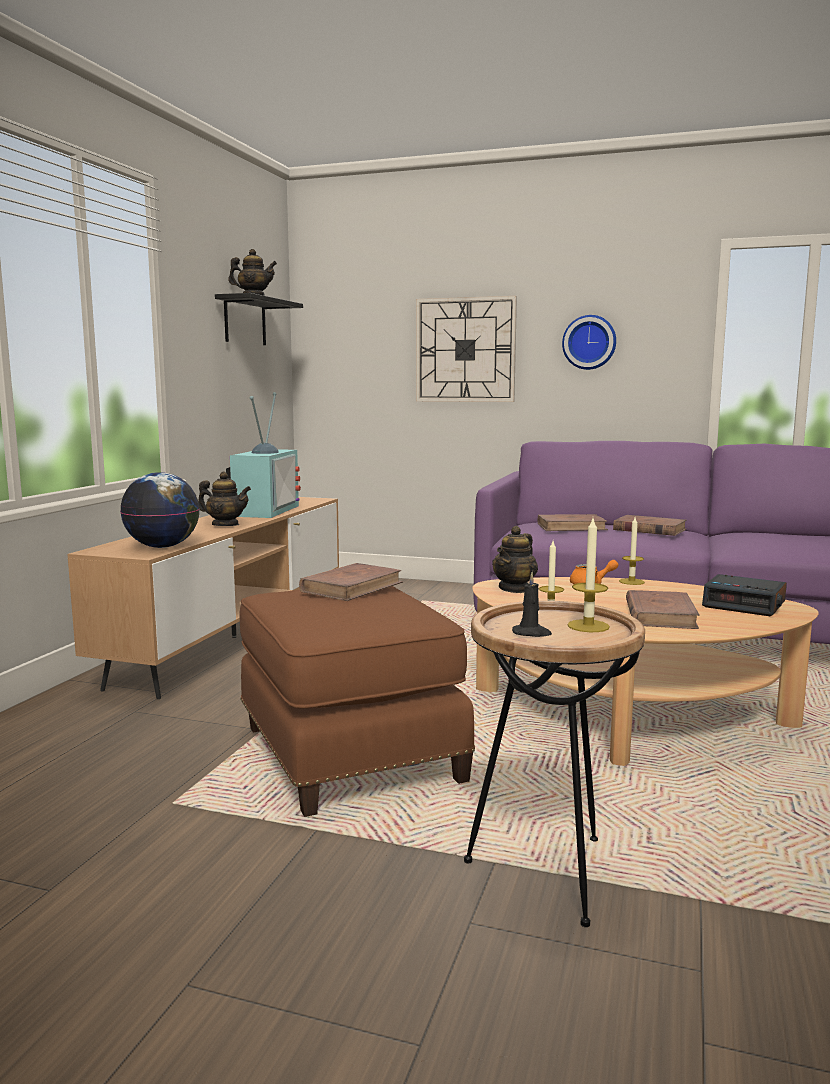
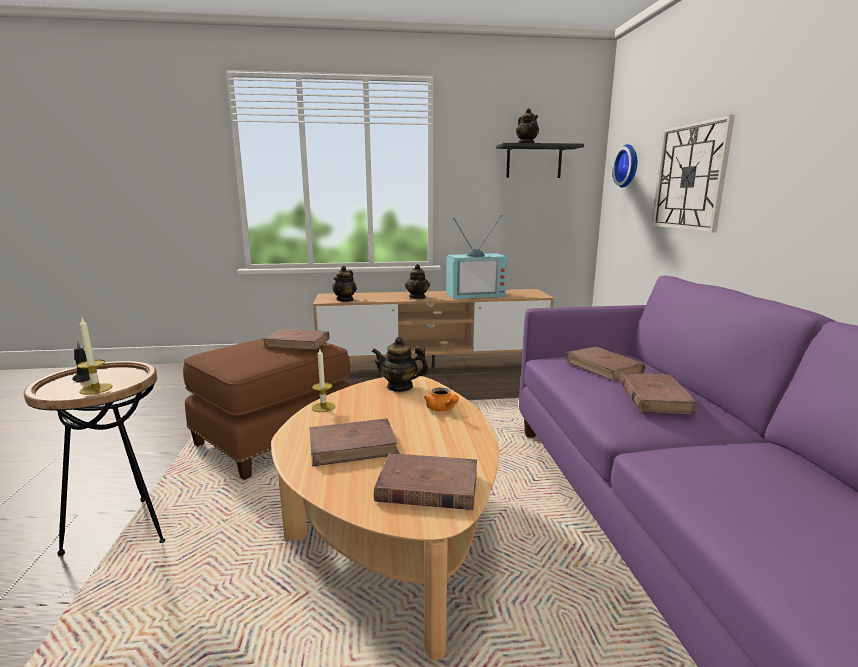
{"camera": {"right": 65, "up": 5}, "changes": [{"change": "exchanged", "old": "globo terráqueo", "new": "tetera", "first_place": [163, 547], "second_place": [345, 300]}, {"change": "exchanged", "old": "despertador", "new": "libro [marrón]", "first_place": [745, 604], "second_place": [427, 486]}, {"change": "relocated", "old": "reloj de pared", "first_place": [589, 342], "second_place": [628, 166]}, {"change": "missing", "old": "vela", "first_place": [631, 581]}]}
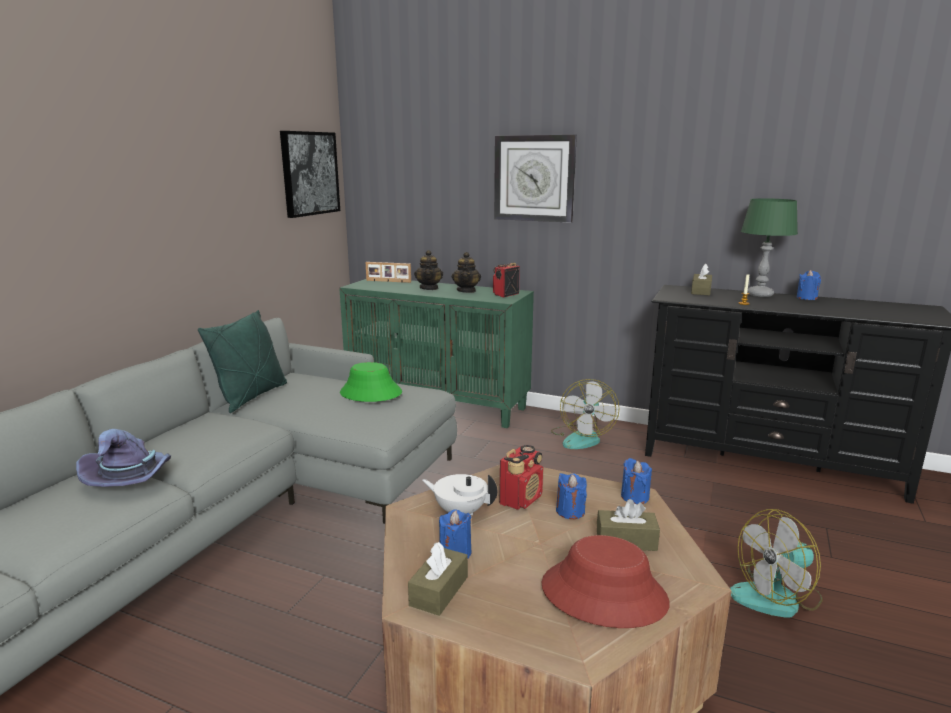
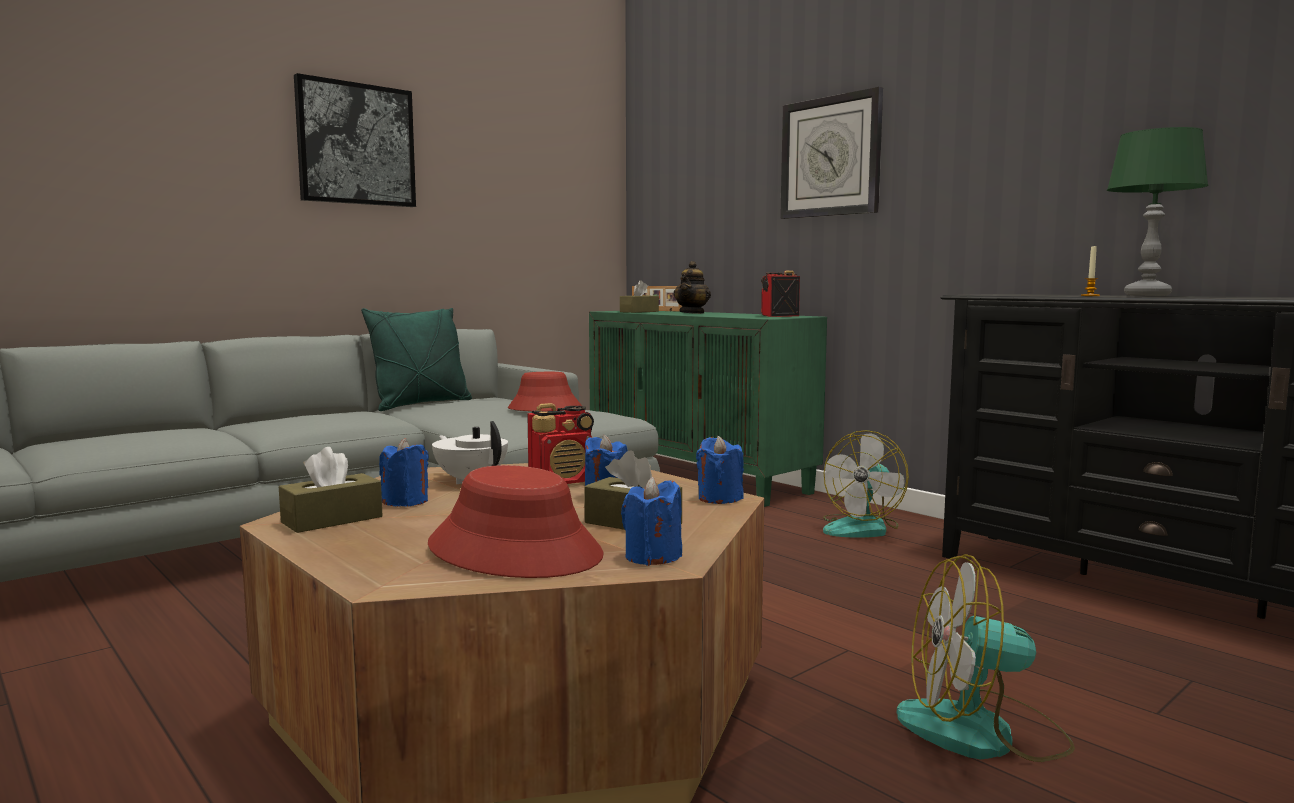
{"camera": {"right": 25, "up": -10}, "changes": [{"change": "relocated", "old": "cuadro", "first_place": [309, 173], "second_place": [356, 144]}, {"change": "colour", "old": "sombrero [verde]", "new": "sombrero [rojo]", "first_place": [370, 393], "second_place": [544, 409]}, {"change": "relocated", "old": "caja de pañuelos [marrón]", "first_place": [701, 291], "second_place": [639, 312]}, {"change": "relocated", "old": "vela [azul]", "first_place": [806, 298], "second_place": [652, 557]}, {"change": "missing", "old": "sombrero [morado]", "first_place": [131, 479]}, {"change": "missing", "old": "tetera", "first_place": [466, 291]}]}
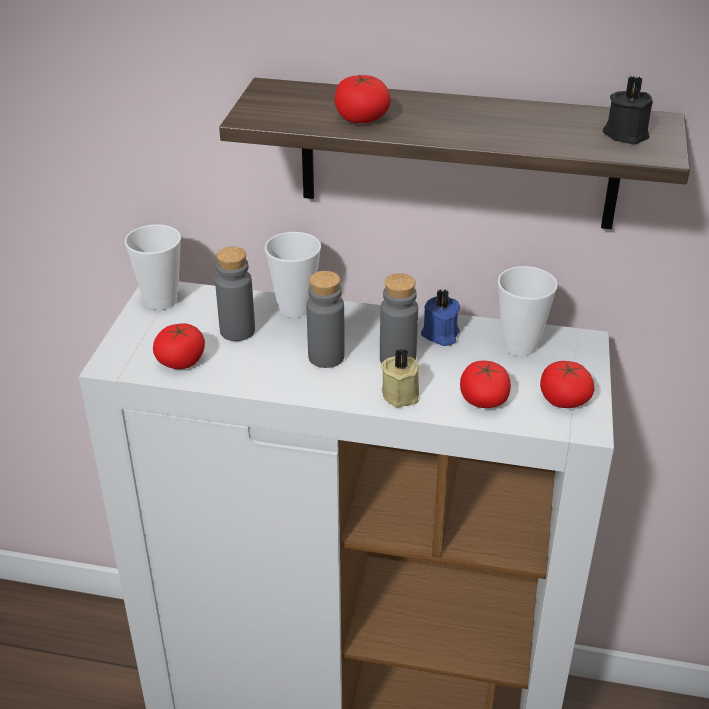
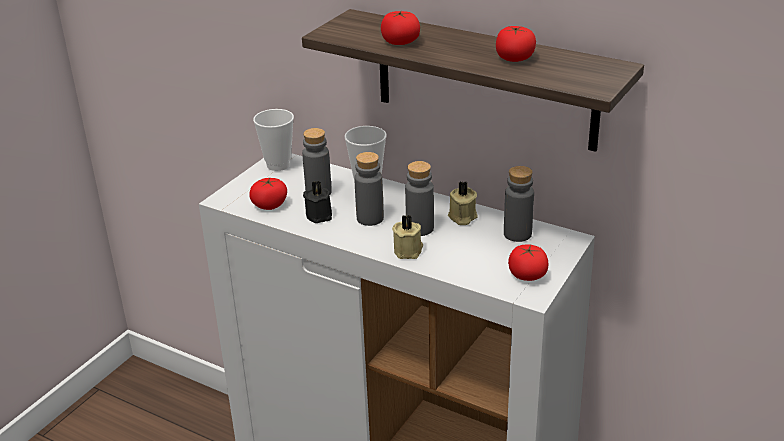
{"camera": {"right": 20, "up": -5}, "changes": [{"change": "relocated", "old": "vela [negro]", "first_place": [626, 134], "second_place": [320, 215]}, {"change": "colour", "old": "vela [azul]", "new": "vela [beis]", "first_place": [440, 335], "second_place": [462, 217]}, {"change": "relocated", "old": "tomate", "first_place": [483, 399], "second_place": [515, 58]}, {"change": "exchanged", "old": "taza", "new": "botella [gris]", "first_place": [520, 346], "second_place": [517, 234]}]}
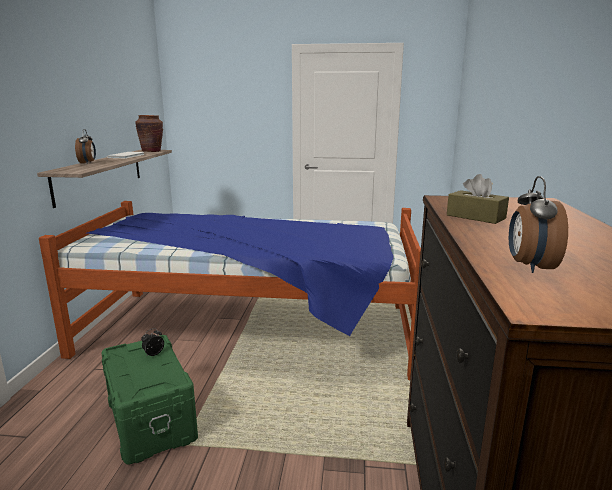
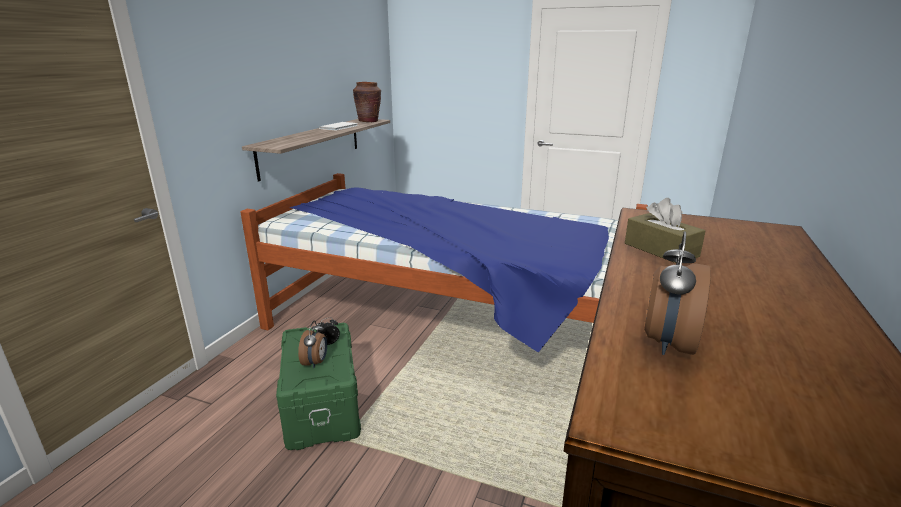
{"camera": {"right": 15, "up": 5}, "changes": [{"change": "relocated", "old": "despertador", "first_place": [88, 163], "second_place": [316, 362]}]}
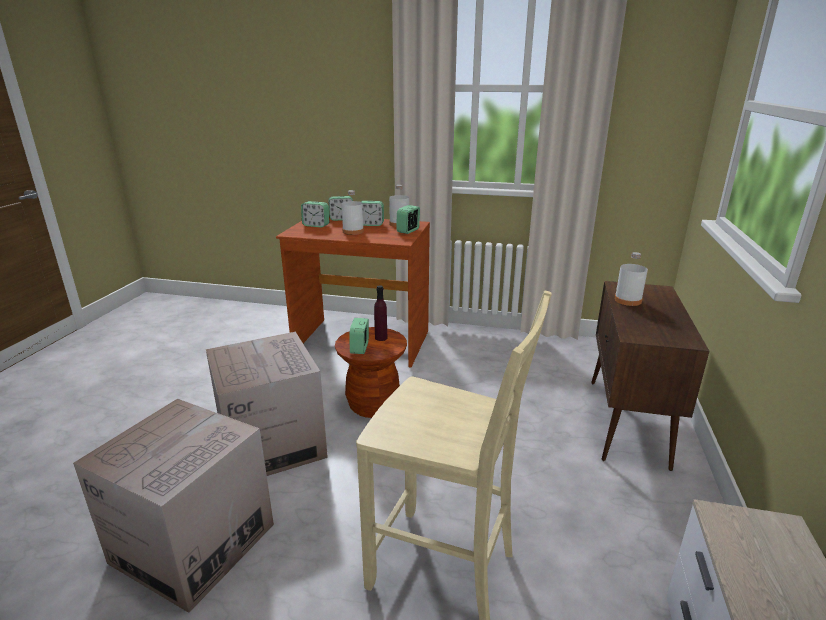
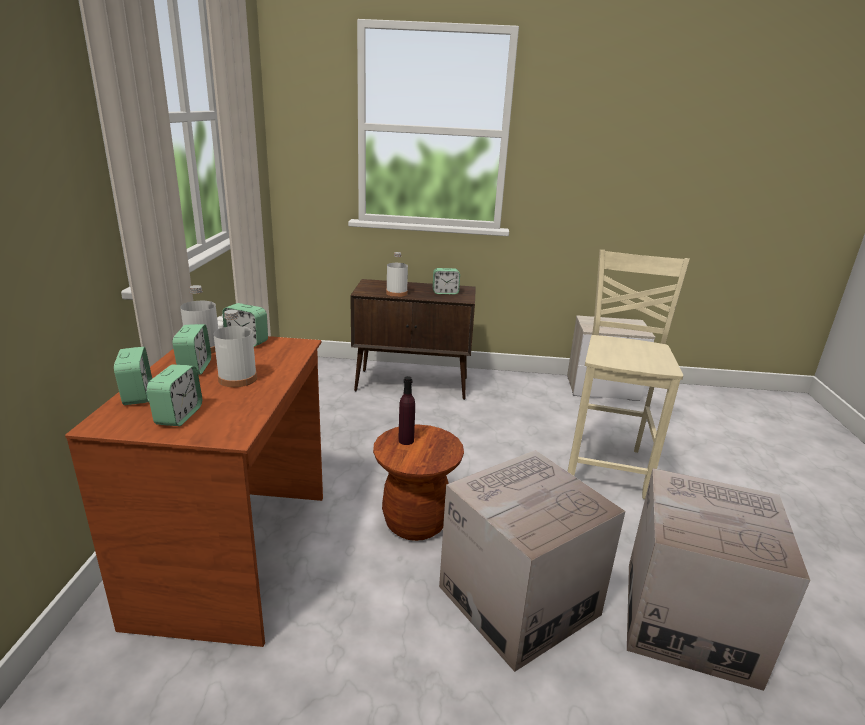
{"camera": {"right": -100, "up": 0}, "changes": [{"change": "relocated", "old": "despertador", "first_place": [360, 348], "second_place": [445, 292]}]}
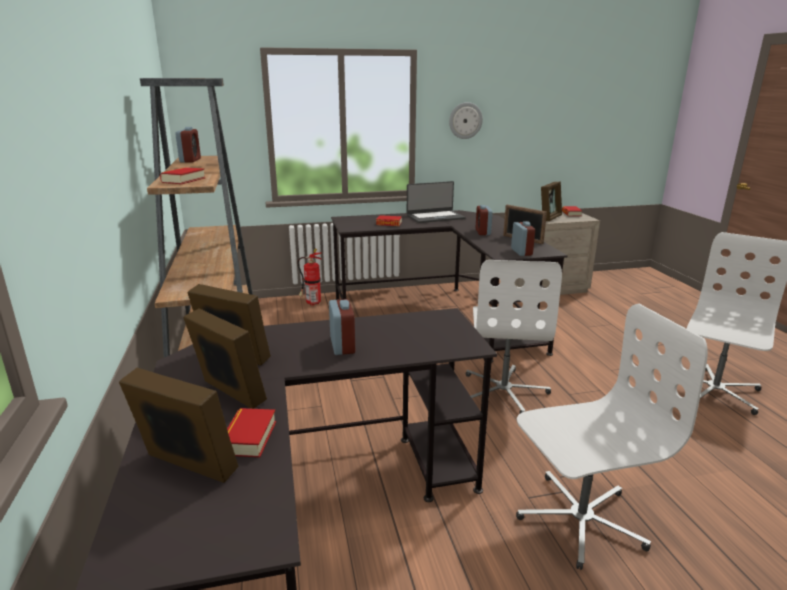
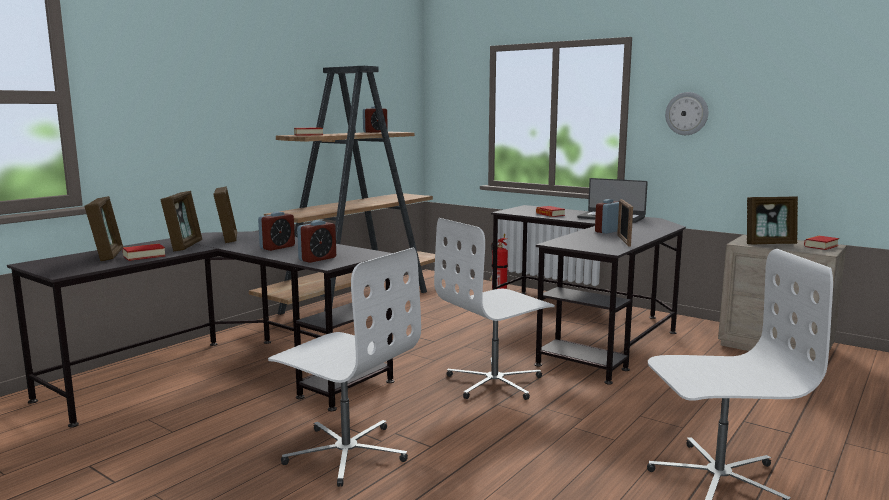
{"camera": {"right": 50, "up": -10}, "changes": [{"change": "relocated", "old": "despertador", "first_place": [521, 252], "second_place": [317, 259]}]}
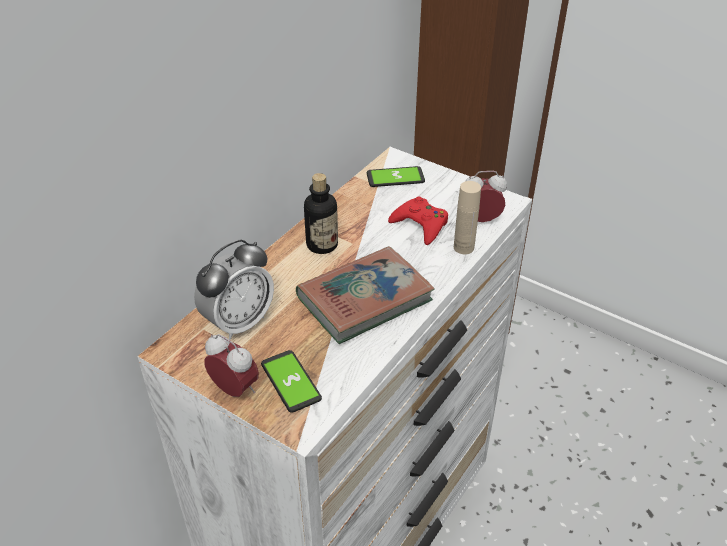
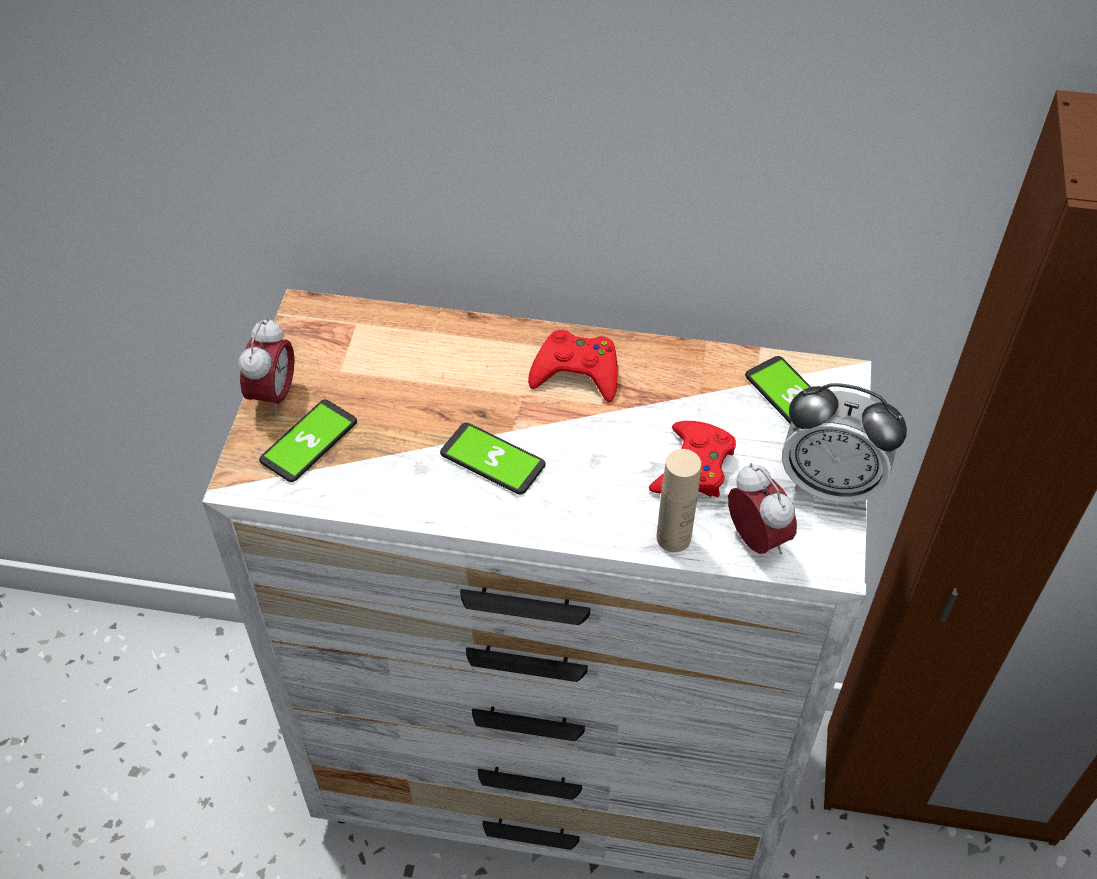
{"camera": {"right": 65, "up": 10}, "changes": [{"change": "exchanged", "old": "libro", "new": "móvil", "first_place": [364, 299], "second_place": [492, 460]}, {"change": "exchanged", "old": "botella", "new": "mando de consola [rojo]", "first_place": [322, 245], "second_place": [576, 372]}, {"change": "relocated", "old": "despertador", "first_place": [239, 322], "second_place": [830, 483]}]}
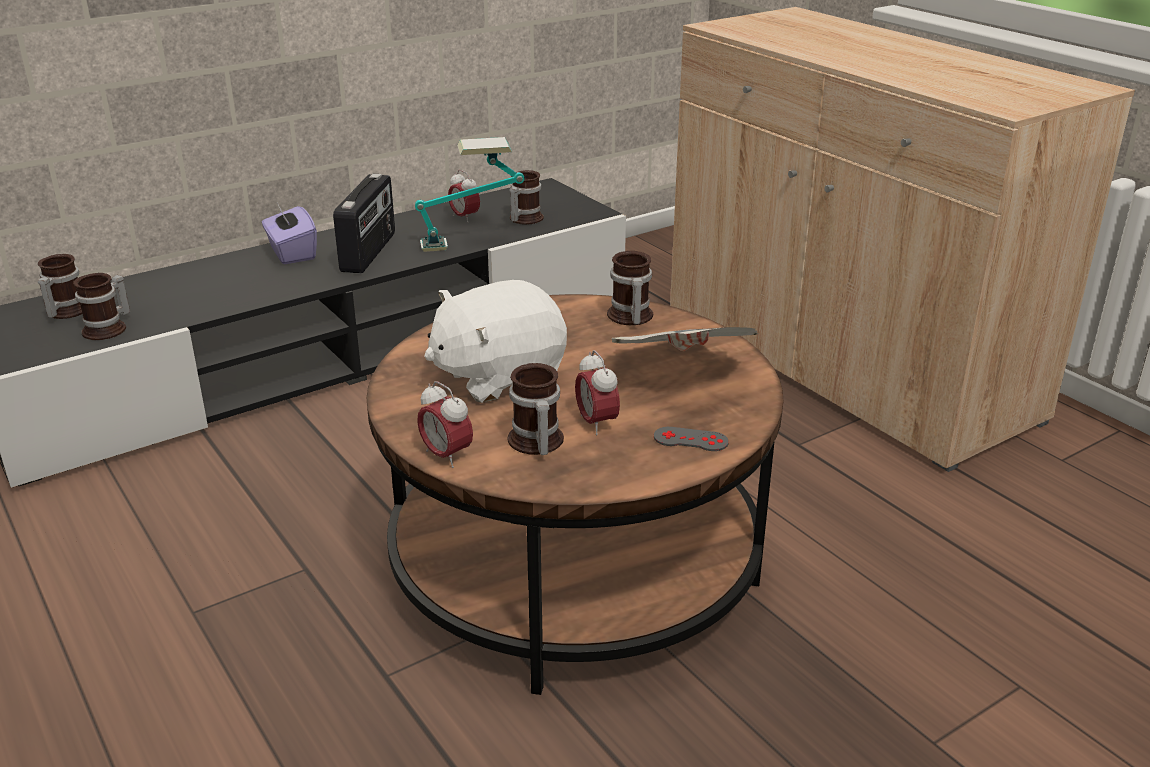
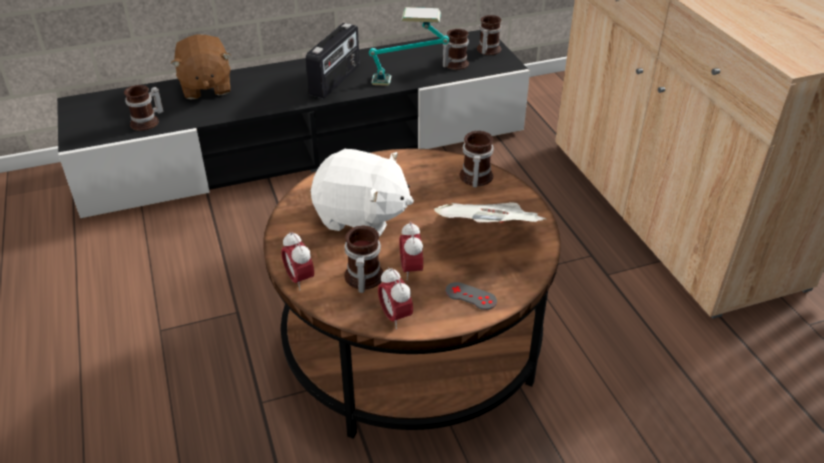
{"camera": {"right": 15, "up": 10}, "changes": [{"change": "appeared", "new": "peluche [marrón]", "second_place": [205, 87]}, {"change": "spun", "old": "peluche [blanco]", "first_place": [498, 376], "second_place": [361, 217], "degrees": -150}, {"change": "relocated", "old": "despertador", "first_place": [464, 217], "second_place": [395, 317]}, {"change": "relocated", "old": "taza grande", "first_place": [64, 311], "second_place": [487, 50]}, {"change": "missing", "old": "caja de pañuelos [morado]", "first_place": [291, 253]}]}
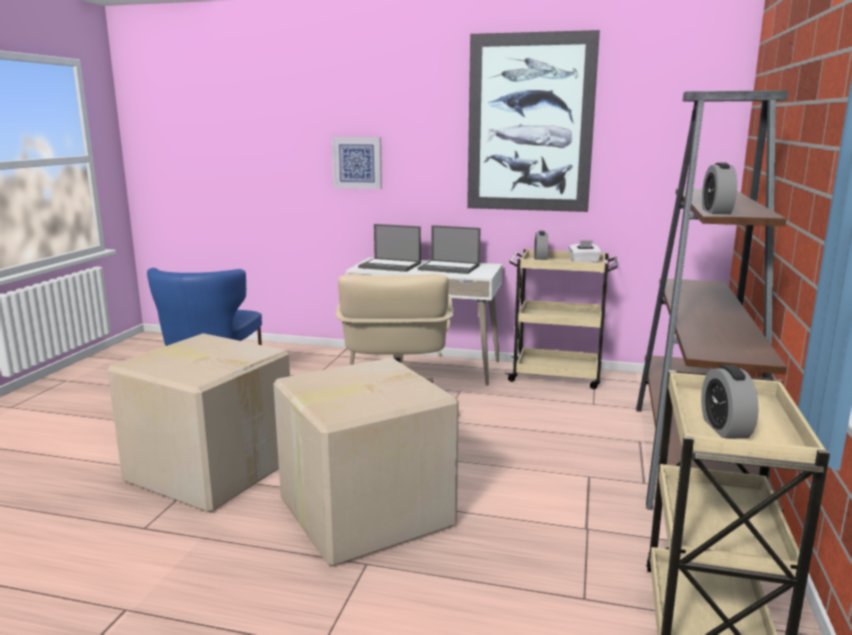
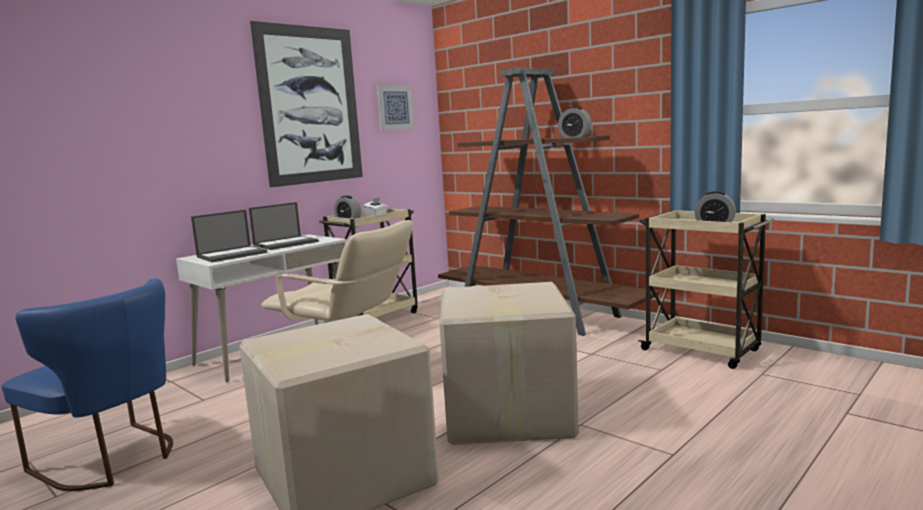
{"camera": {"right": -60, "up": -5}, "changes": [{"change": "relocated", "old": "cuadro", "first_place": [357, 162], "second_place": [394, 107]}]}
